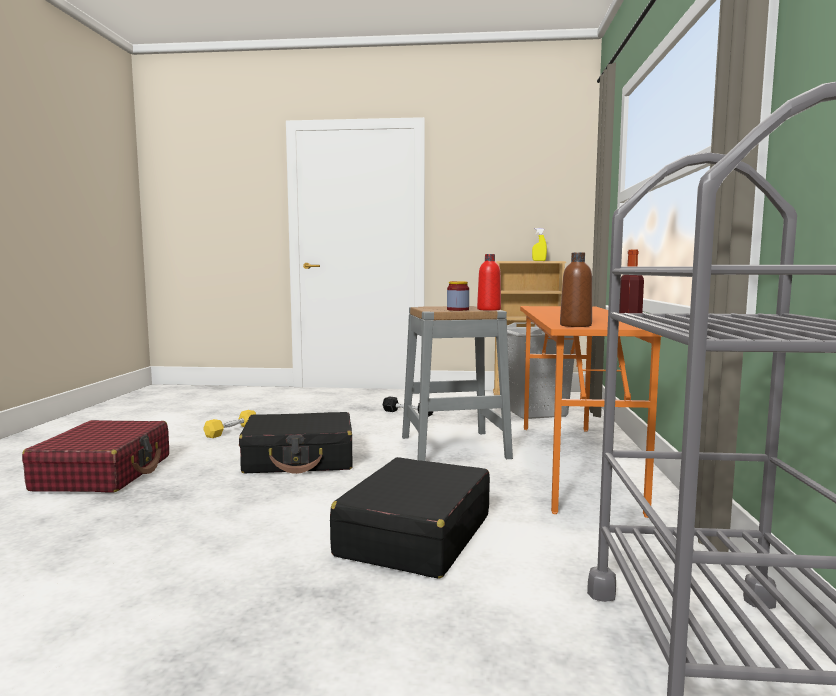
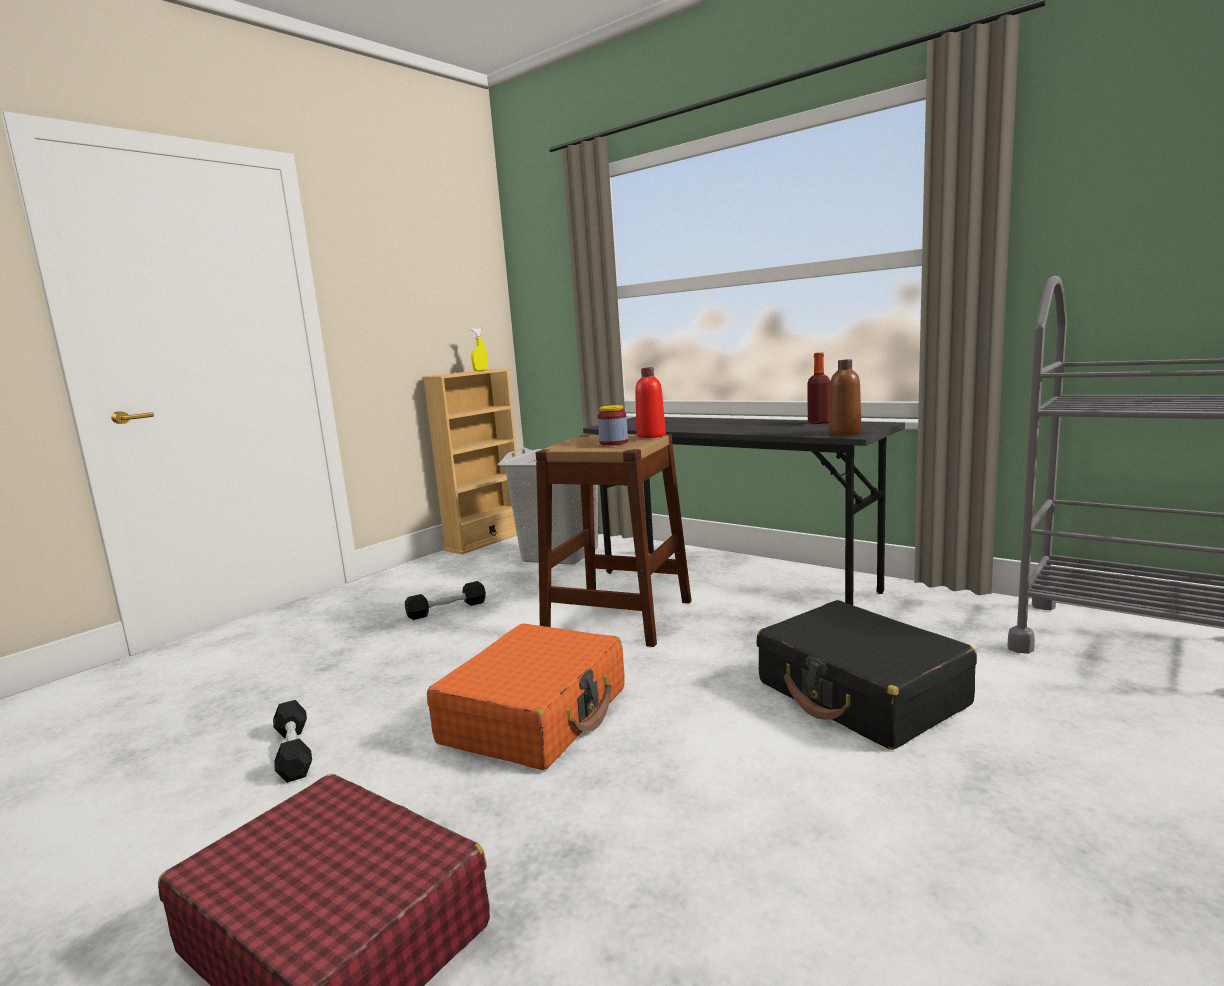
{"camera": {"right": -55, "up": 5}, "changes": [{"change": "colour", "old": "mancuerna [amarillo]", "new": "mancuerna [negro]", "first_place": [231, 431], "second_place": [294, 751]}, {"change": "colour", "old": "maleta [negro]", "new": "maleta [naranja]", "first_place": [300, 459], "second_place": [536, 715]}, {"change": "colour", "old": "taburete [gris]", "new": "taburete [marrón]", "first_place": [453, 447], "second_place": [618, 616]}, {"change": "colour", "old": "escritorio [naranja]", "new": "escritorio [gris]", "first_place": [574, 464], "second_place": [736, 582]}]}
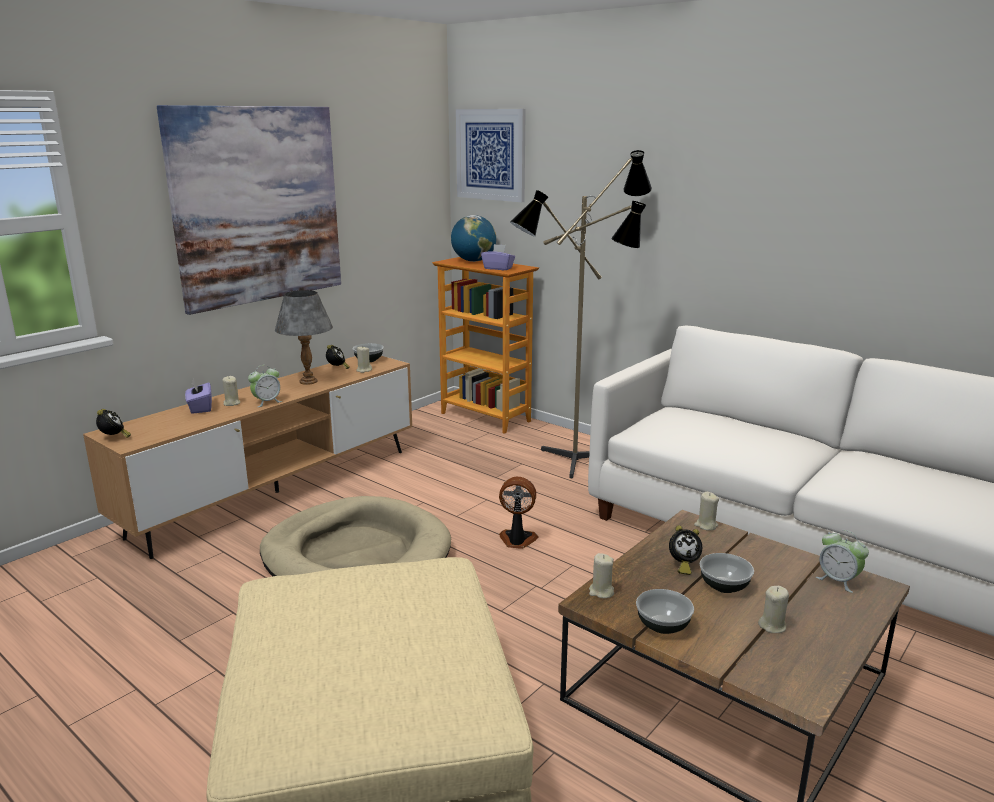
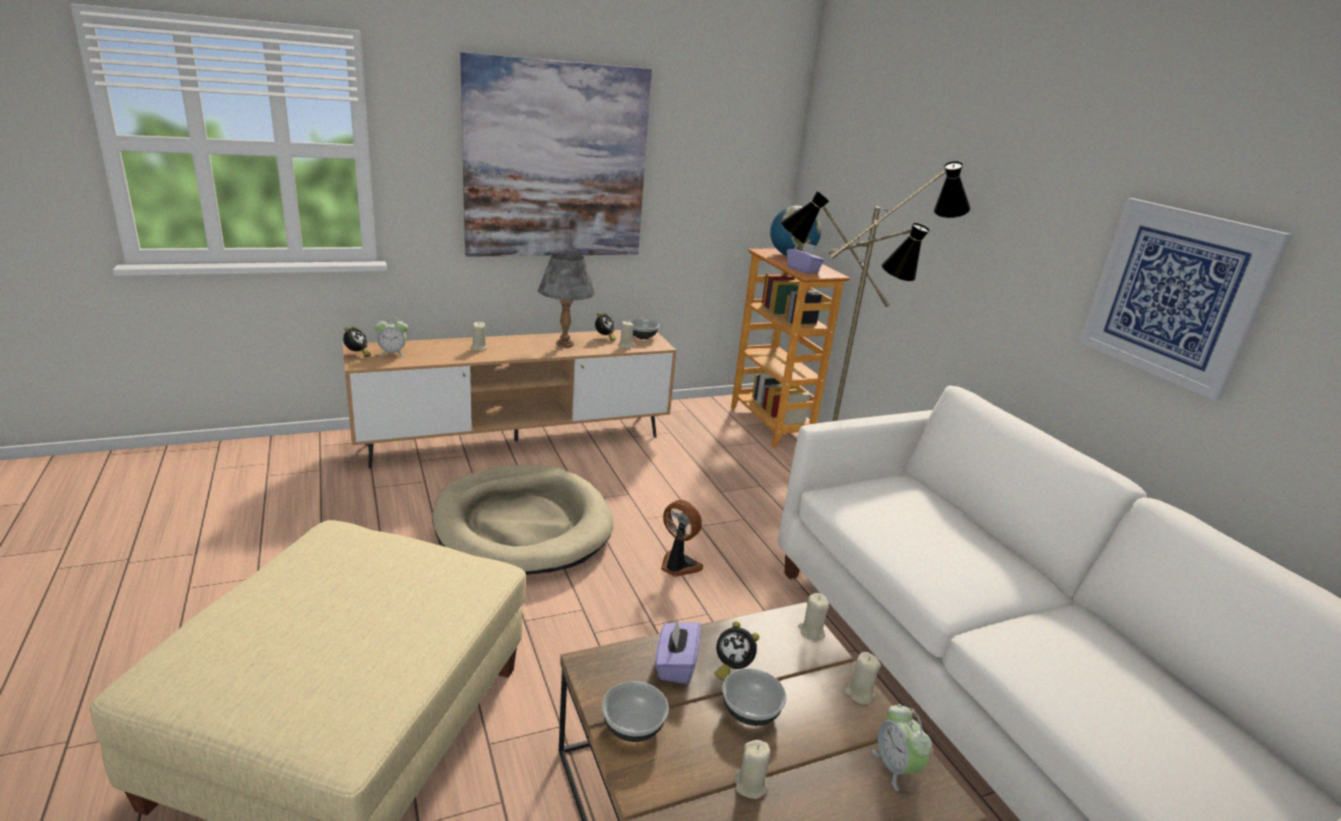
{"camera": {"right": 25, "up": 5}, "changes": [{"change": "relocated", "old": "despertador", "first_place": [267, 402], "second_place": [392, 353]}, {"change": "relocated", "old": "caja de pañuelos [morado]", "first_place": [200, 408], "second_place": [675, 665]}, {"change": "relocated", "old": "vela [beis]", "first_place": [601, 592], "second_place": [859, 693]}, {"change": "relocated", "old": "cuadro", "first_place": [491, 155], "second_place": [1174, 295]}]}
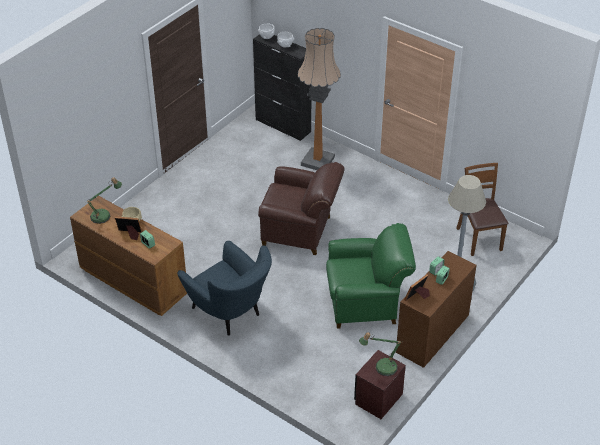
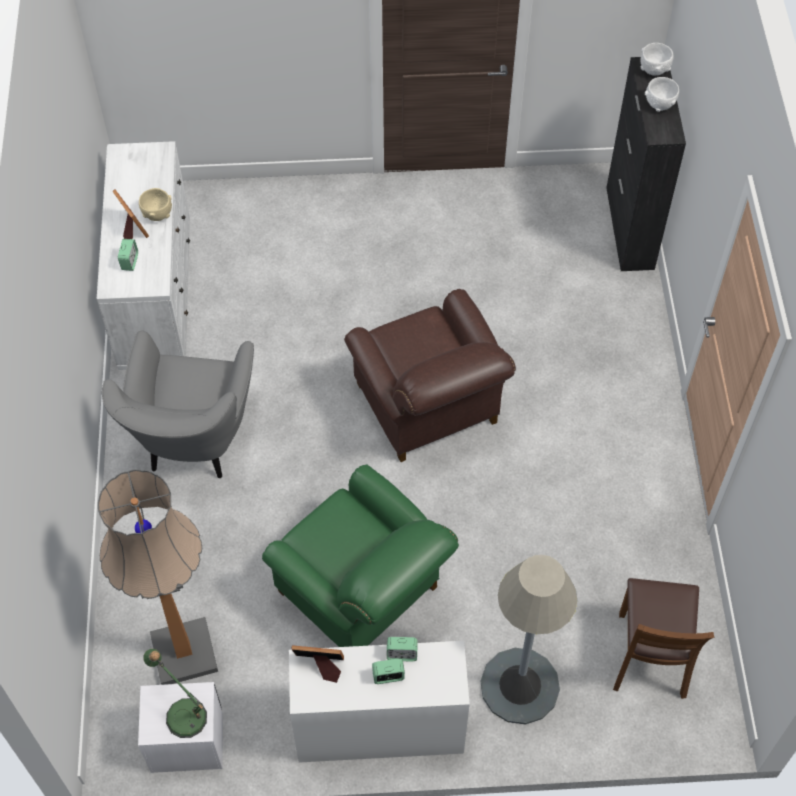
{"camera": {"right": 50, "up": 15}, "changes": [{"change": "colour", "old": "cómoda [marrón]", "new": "cómoda [blanco]", "first_place": [133, 281], "second_place": [156, 293]}, {"change": "relocated", "old": "lámpara de pie", "first_place": [318, 161], "second_place": [184, 653]}, {"change": "colour", "old": "sillón [azul]", "new": "sillón [gris]", "first_place": [230, 314], "second_place": [193, 442]}, {"change": "colour", "old": "mesita de noche [marrón]", "new": "mesita de noche [blanco]", "first_place": [378, 399], "second_place": [187, 742]}, {"change": "colour", "old": "escritorio [marrón]", "new": "escritorio [blanco]", "first_place": [433, 333], "second_place": [379, 728]}, {"change": "spun", "old": "silla [marrón]", "first_place": [479, 238], "second_place": [650, 656], "degrees": 150}, {"change": "missing", "old": "lámpara de mesa", "first_place": [104, 215]}]}
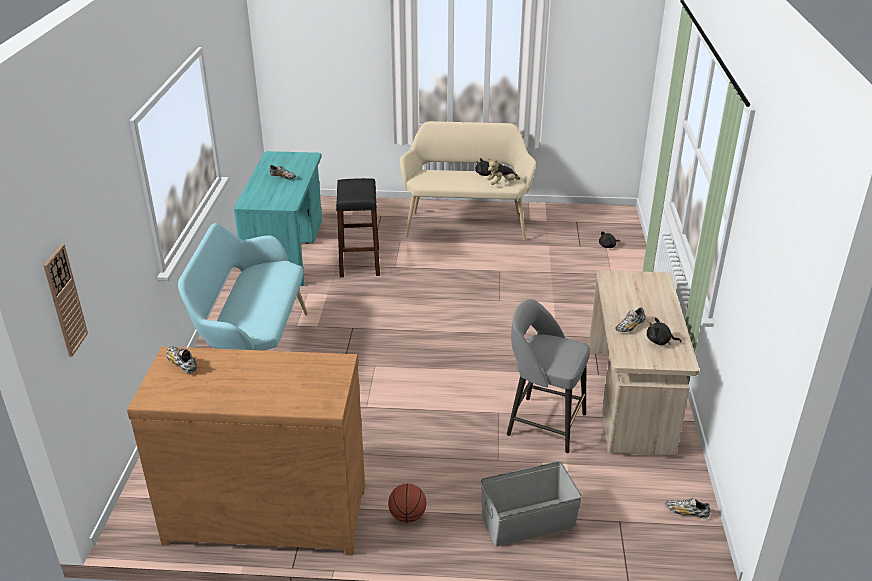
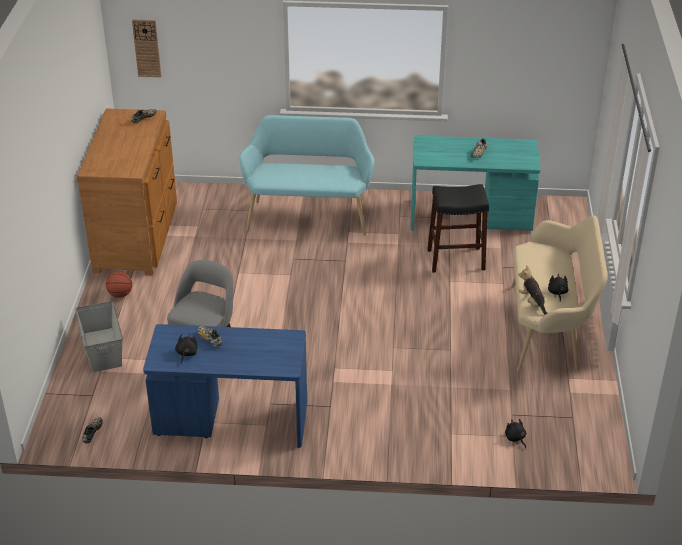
{"camera": {"right": 90, "up": 5}, "changes": [{"change": "colour", "old": "escritorio [beis]", "new": "escritorio [azul]", "first_place": [631, 400], "second_place": [231, 420]}]}
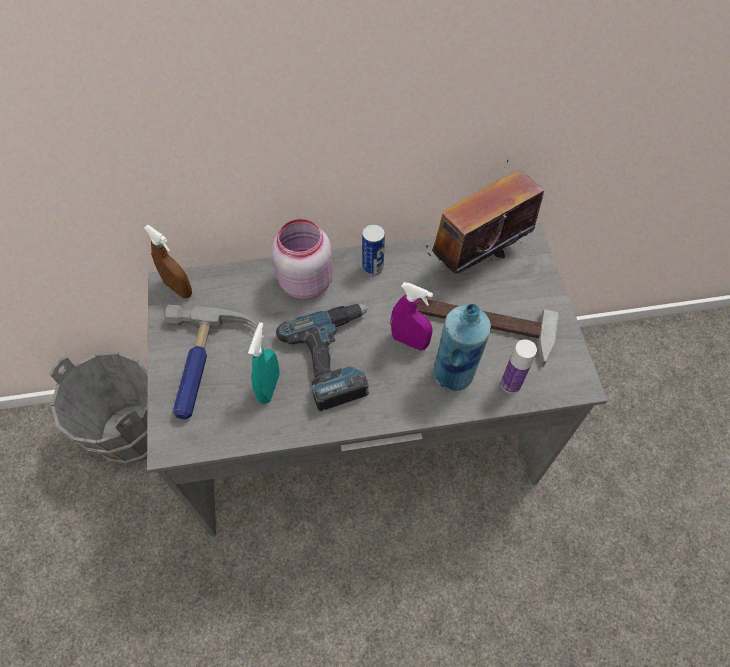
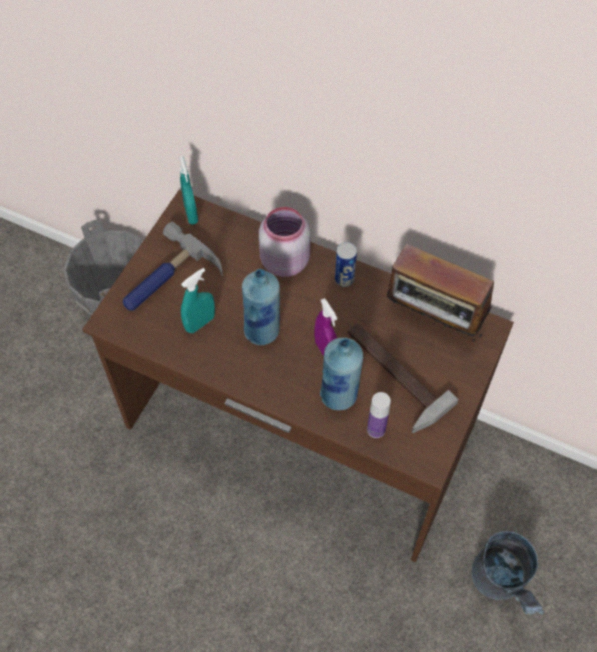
{"camera": {"right": 35, "up": 0}, "changes": [{"change": "colour", "old": "escritorio [gris]", "new": "escritorio [marrón]", "first_place": [365, 438], "second_place": [298, 430]}, {"change": "colour", "old": "pulverizador [marrón]", "new": "pulverizador [turquesa]", "first_place": [178, 288], "second_place": [191, 214]}, {"change": "exchanged", "old": "taladro", "new": "botella [azul]", "first_place": [336, 358], "second_place": [262, 331]}, {"change": "spun", "old": "radio", "first_place": [477, 258], "second_place": [433, 319], "degrees": -150}, {"change": "appeared", "new": "cubo [gris]", "second_place": [501, 584]}]}
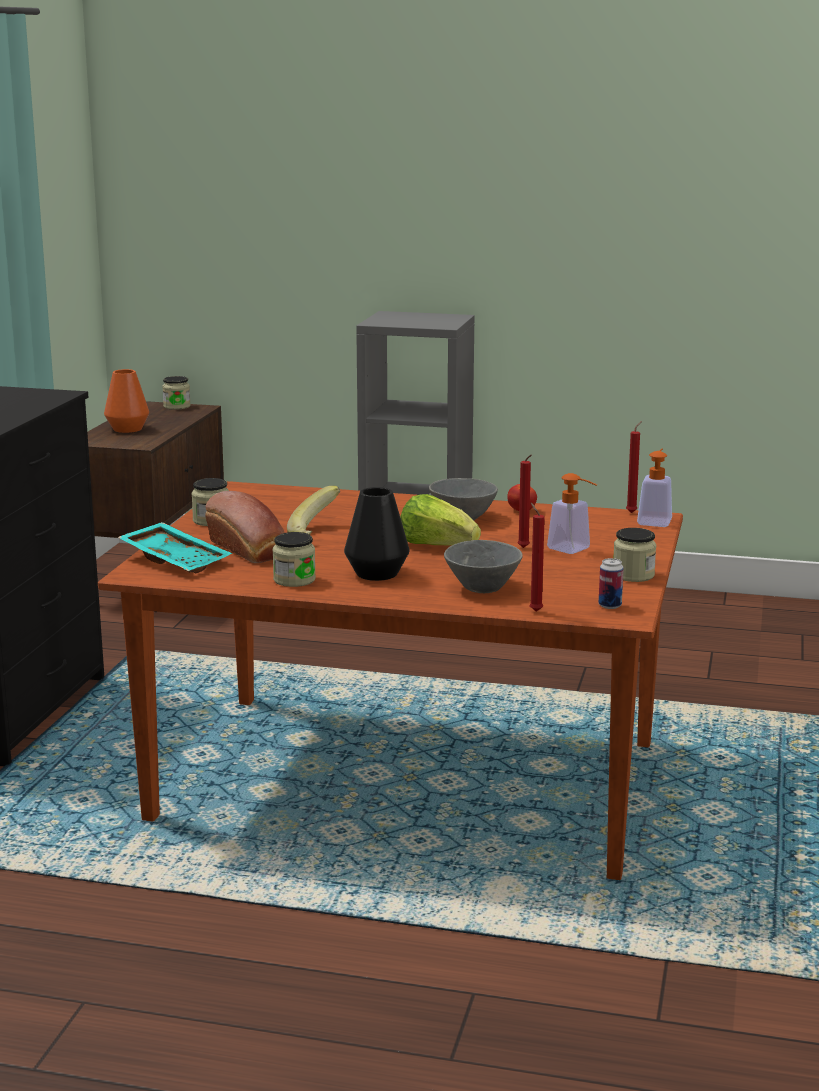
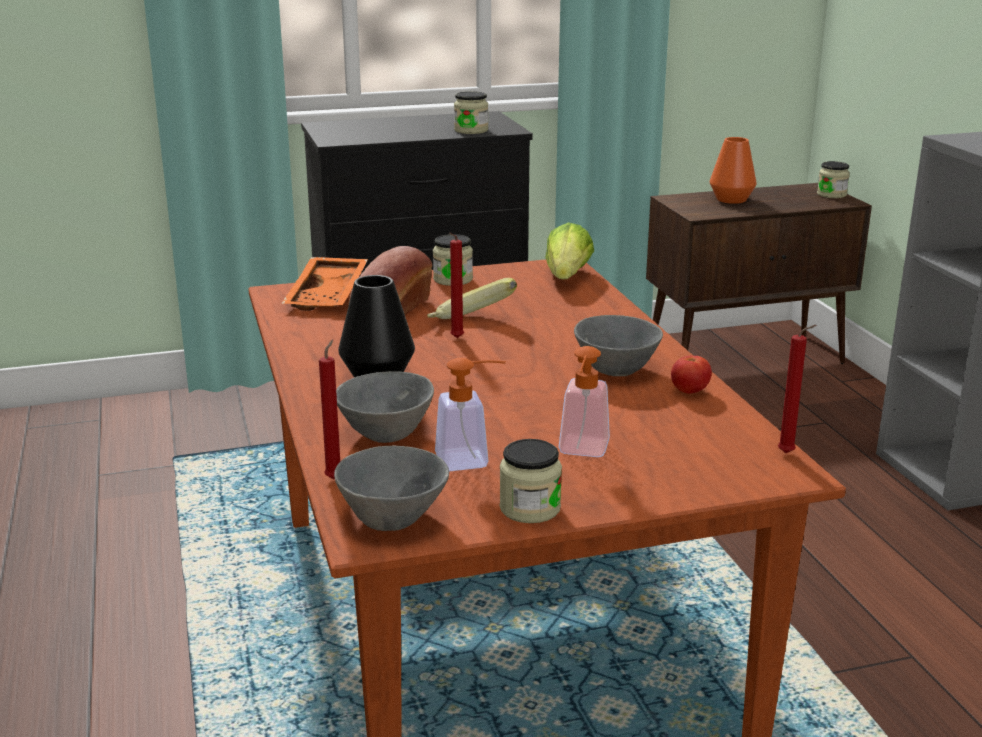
{"camera": {"right": 60, "up": 5}, "changes": [{"change": "colour", "old": "bandeja [turquesa]", "new": "bandeja [naranja]", "first_place": [177, 560], "second_place": [329, 295]}, {"change": "exchanged", "old": "lata", "new": "cuenco [gris]", "first_place": [610, 606], "second_place": [395, 518]}, {"change": "relocated", "old": "dispensador de jabón", "first_place": [655, 520], "second_place": [471, 459]}, {"change": "relocated", "old": "vela [rojo]", "first_place": [524, 548], "second_place": [455, 338]}, {"change": "relocated", "old": "tarro", "first_place": [294, 580], "second_place": [471, 130]}, {"change": "relocated", "old": "lechuga", "first_place": [437, 546], "second_place": [567, 277]}]}
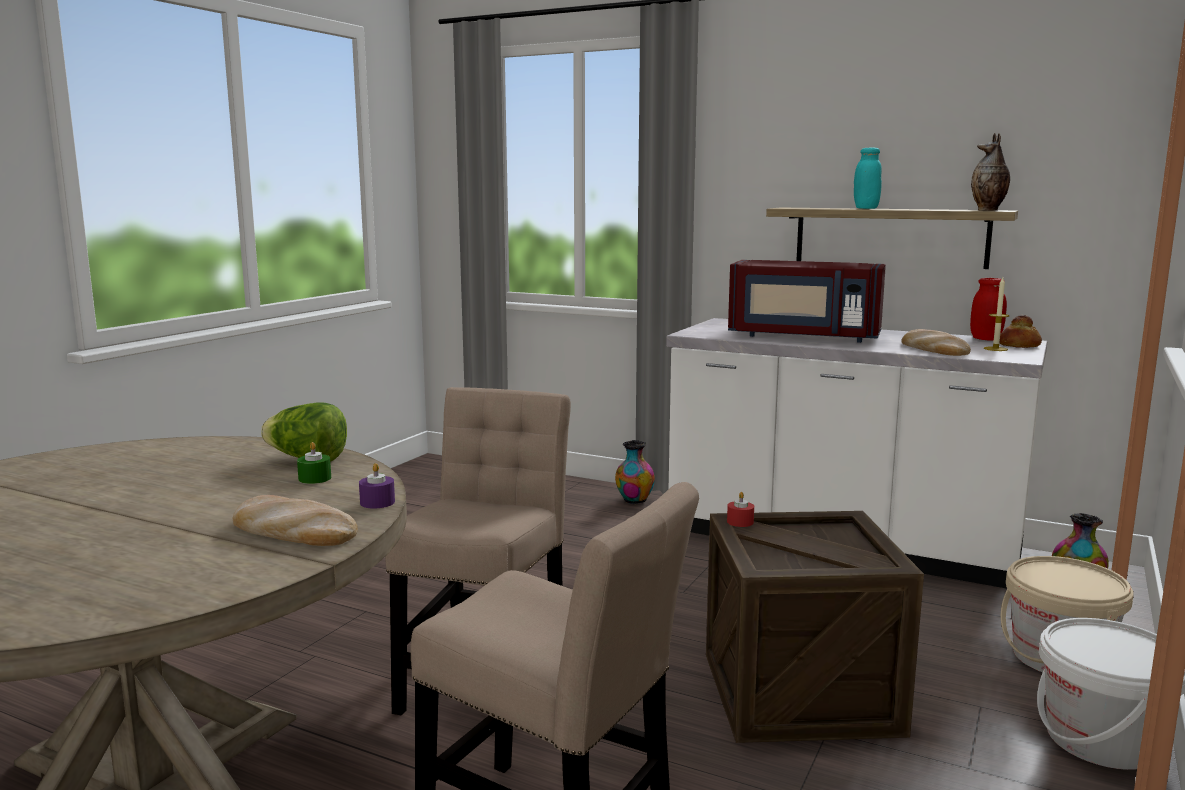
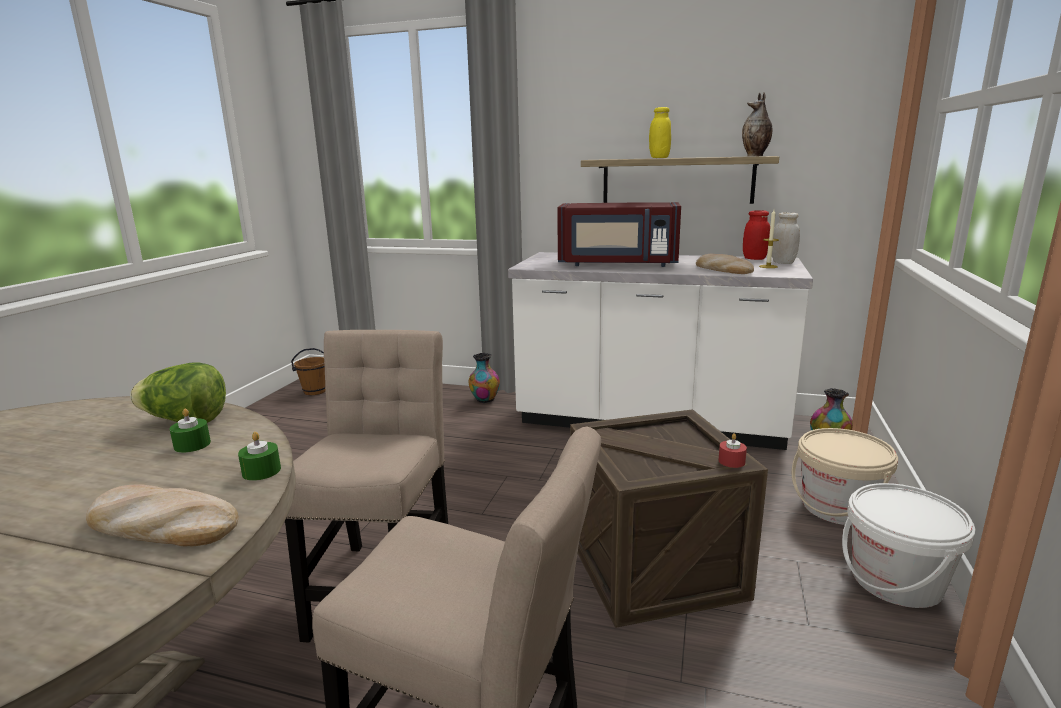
{"camera": {"right": -10, "up": 5}, "changes": [{"change": "colour", "old": "vela [morado]", "new": "vela [verde]", "first_place": [377, 502], "second_place": [261, 471]}, {"change": "appeared", "new": "cubo [marrón]", "second_place": [315, 391]}, {"change": "colour", "old": "tarro [turquesa]", "new": "tarro [amarillo]", "first_place": [866, 208], "second_place": [659, 158]}, {"change": "relocated", "old": "vela [rojo]", "first_place": [740, 522], "second_place": [731, 461]}, {"change": "exchanged", "old": "pan", "new": "tarro [blanco]", "first_place": [1019, 345], "second_place": [783, 263]}]}
